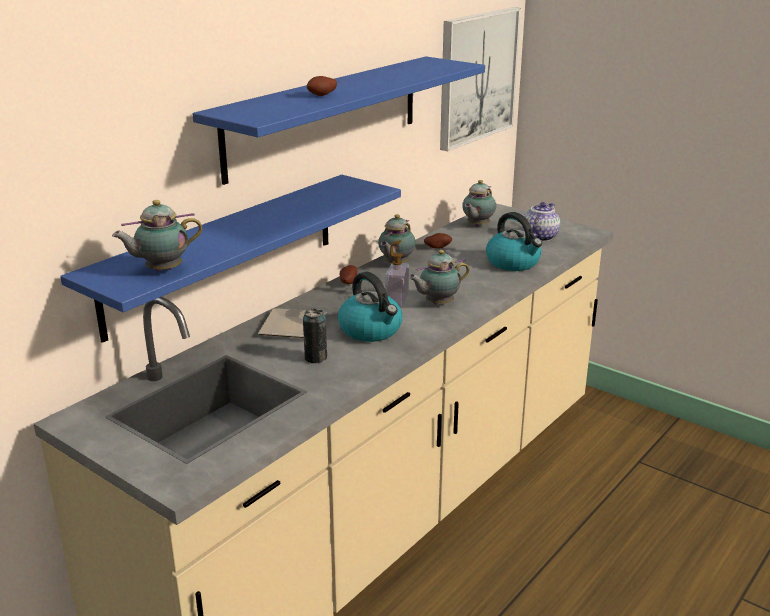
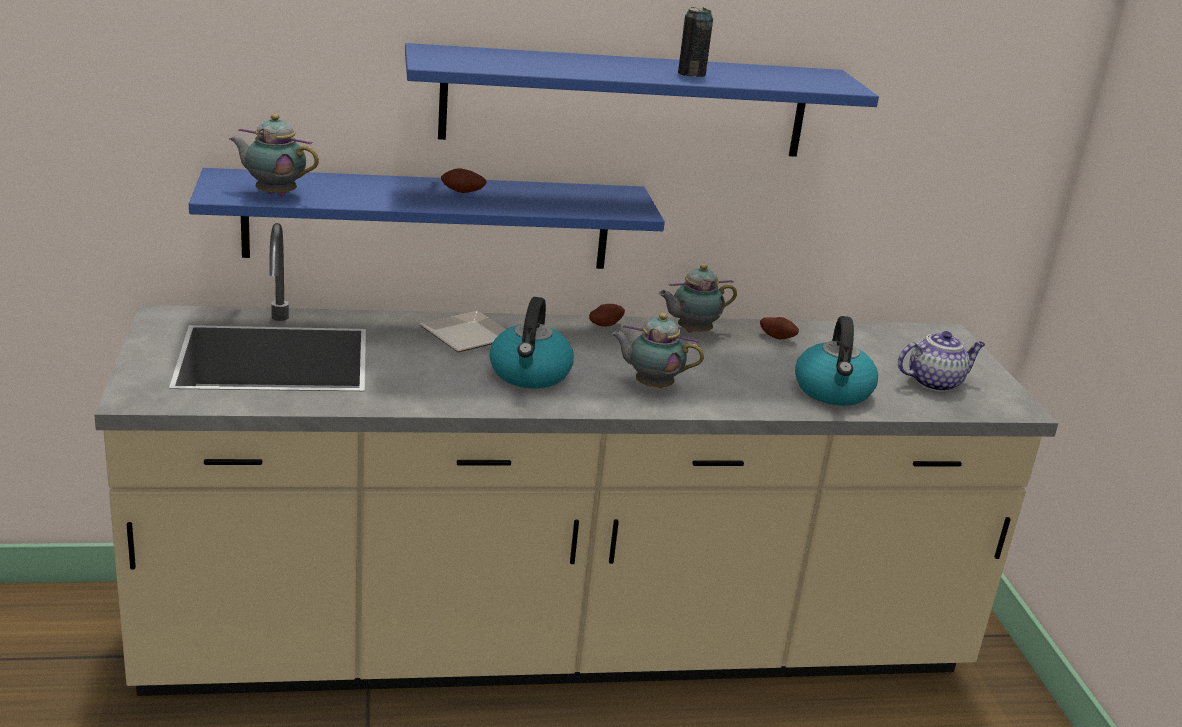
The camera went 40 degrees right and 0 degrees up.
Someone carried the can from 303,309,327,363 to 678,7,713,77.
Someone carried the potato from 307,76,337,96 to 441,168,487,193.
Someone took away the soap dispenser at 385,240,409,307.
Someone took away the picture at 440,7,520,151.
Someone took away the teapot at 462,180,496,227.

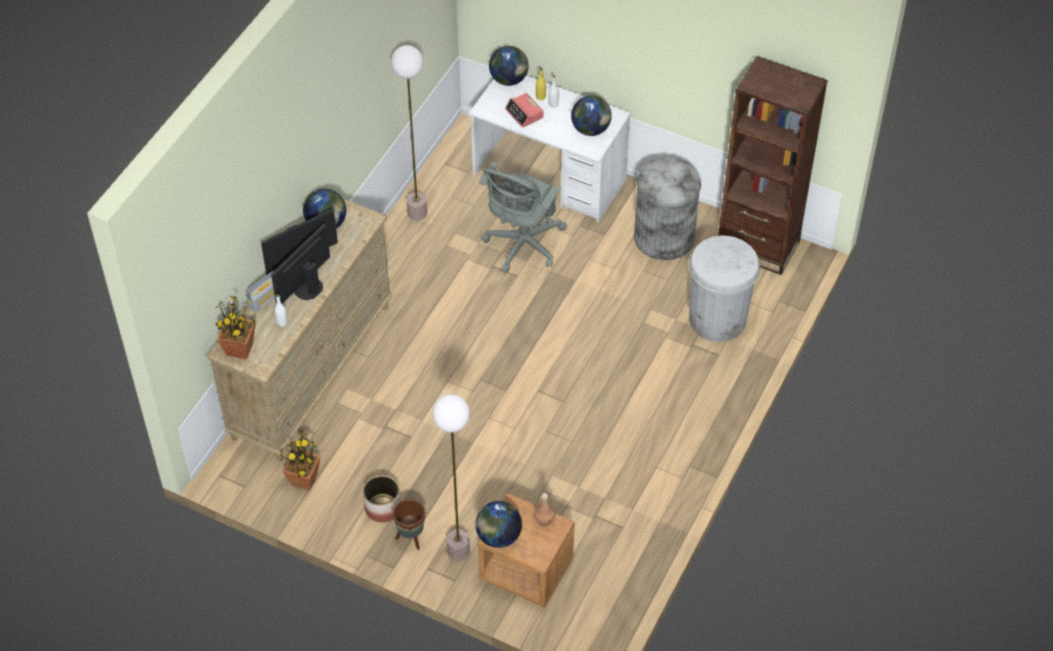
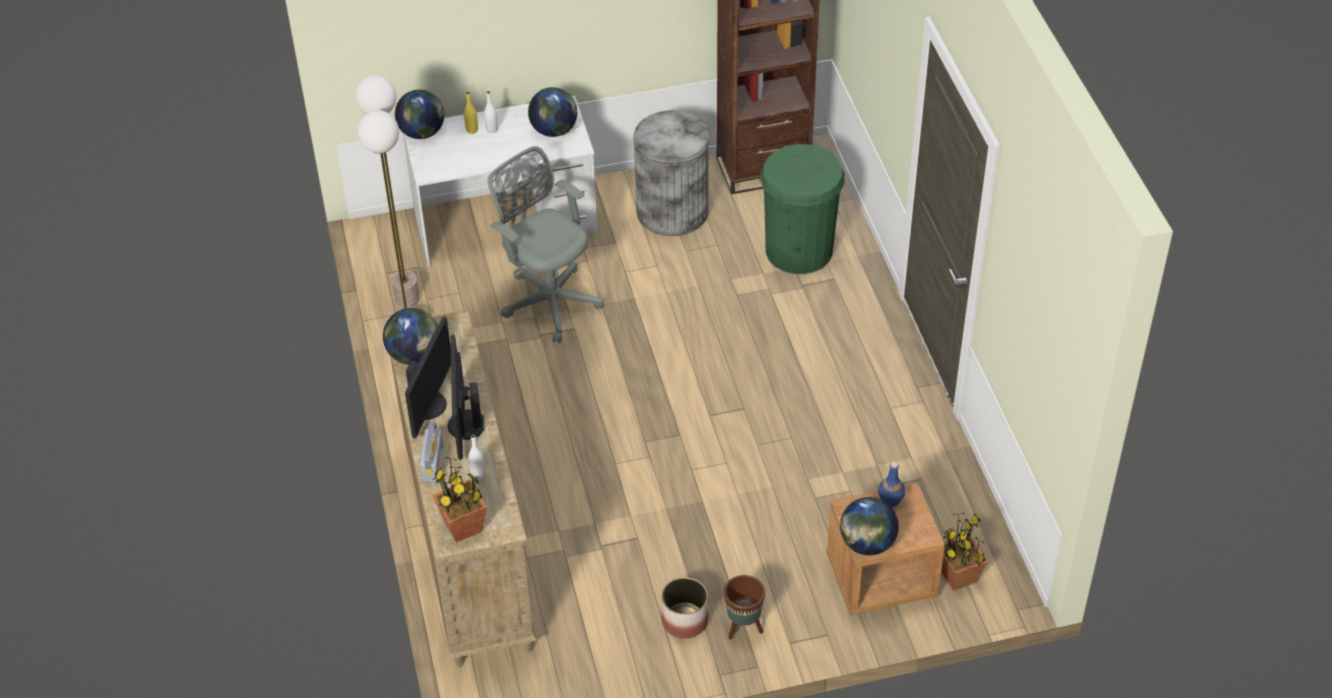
The camera went 40 degrees left and 5 degrees down.
Someone carried the potted plant from 280,431,321,491 to 941,513,988,591.
Someone carried the floor lamp from 433,394,470,561 to 355,75,420,307.
Someone rotated the grey office chair at 479,162,567,273 by 150 degrees clockwise.
Someone took away the alarm clock at 505,93,543,128.
Someone repainted the brown bottle at 534,493,555,526, which became the blue bottle at 878,462,905,507.
Someone repainted the white trash can at 688,235,760,342, which became the green trash can at 760,144,845,274.

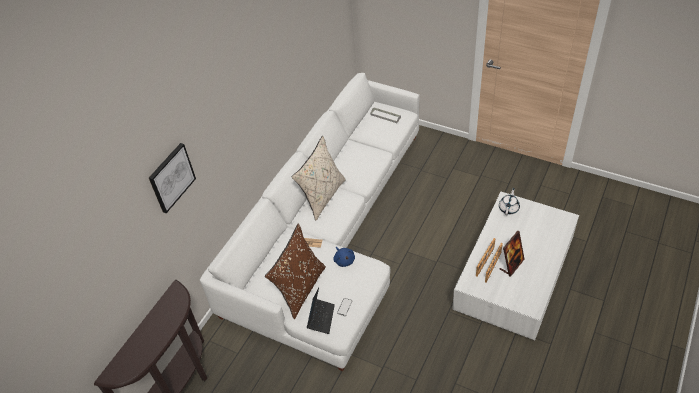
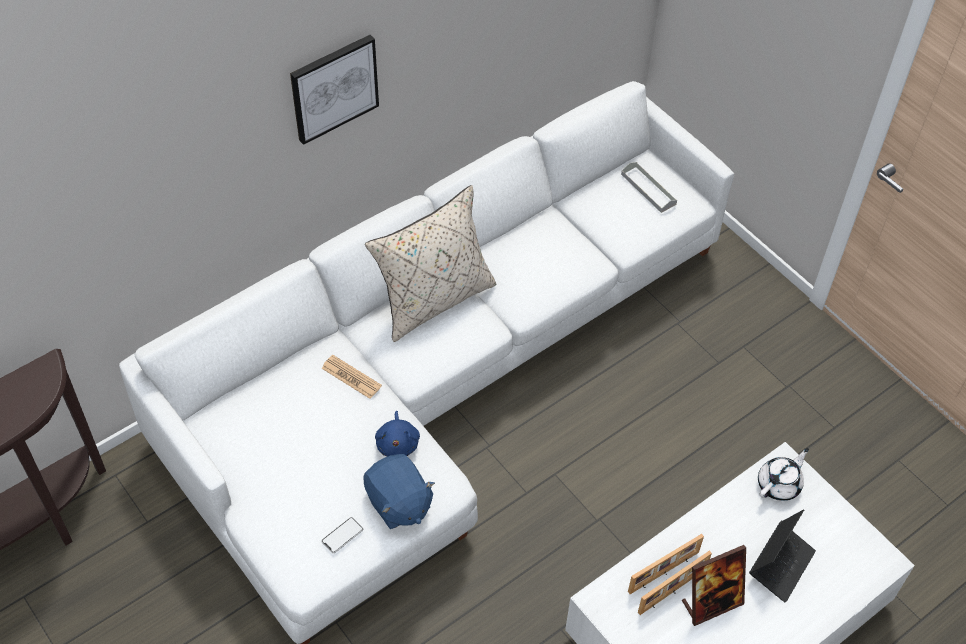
The camera went 20 degrees right and 5 degrees up.
Someone carried the picture from 149,143,196,213 to 290,35,379,145.
Someone took away the brown pillow at 265,224,326,319.
Someone carried the laptop from 307,288,335,334 to 749,509,816,603.
Someone put down the blue plush toy at 363,454,435,529.

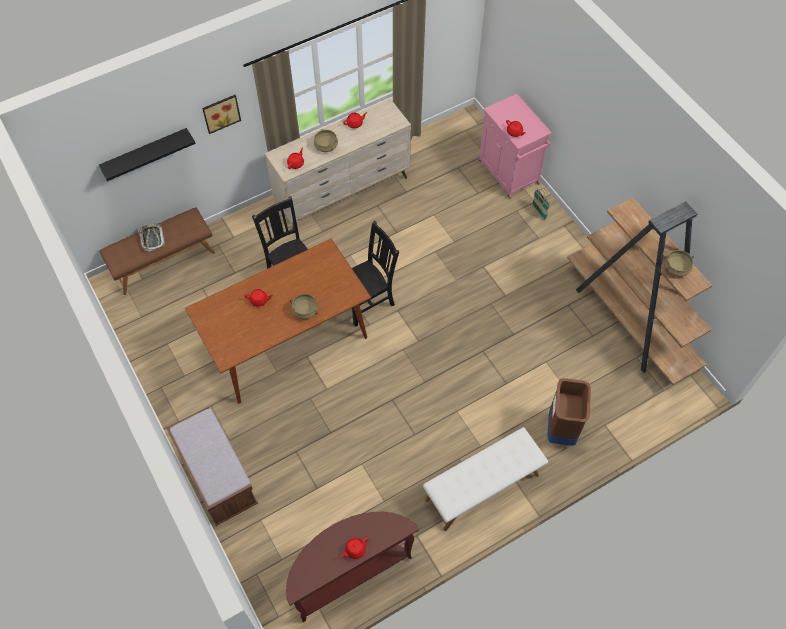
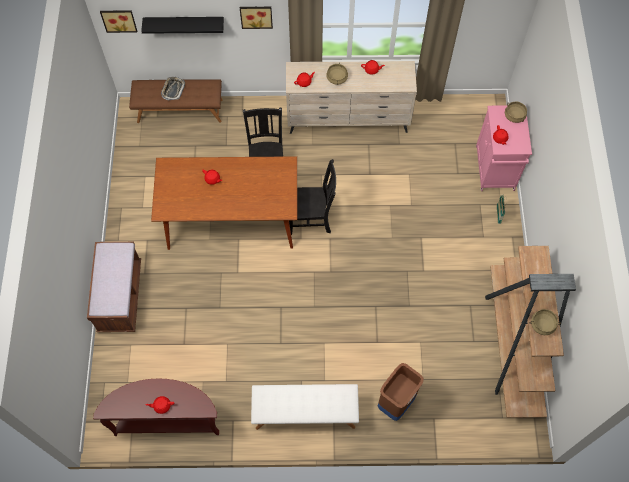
The camera went 30 degrees right and 5 degrees up.
Someone carried the beige cooking pot from 290,294,318,319 to 505,101,527,123.
Someone put up the picture at 100,10,137,33.

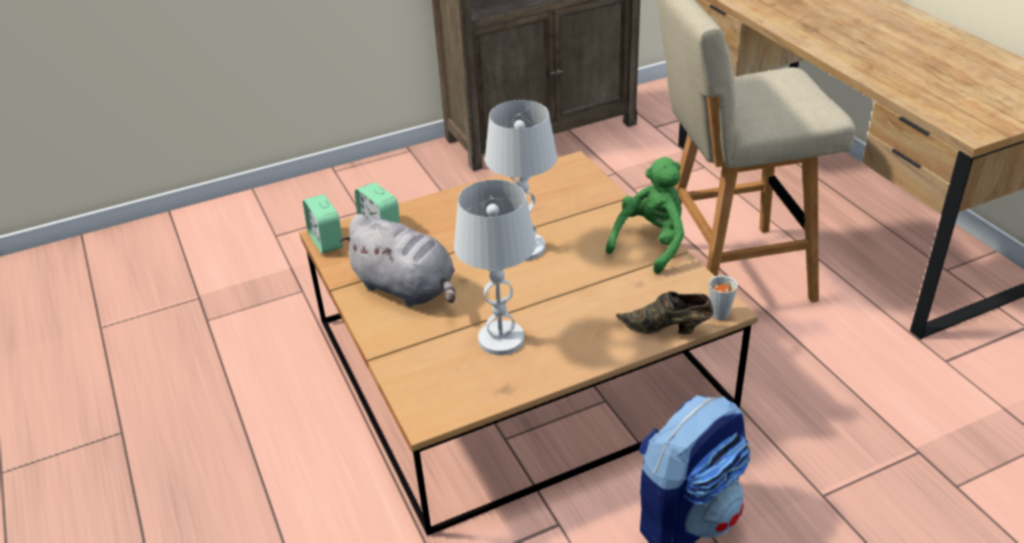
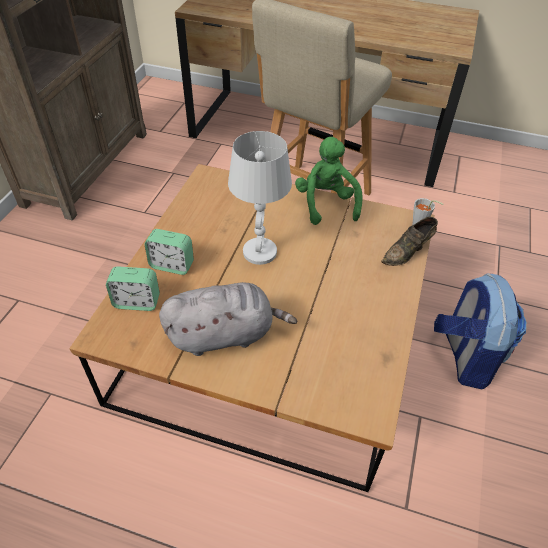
The camera went 50 degrees left and 10 degrees up.
Someone carried the alarm clock from 303,194,343,253 to 144,229,194,275.
Someone took away the white table lamp at 454,180,536,355.

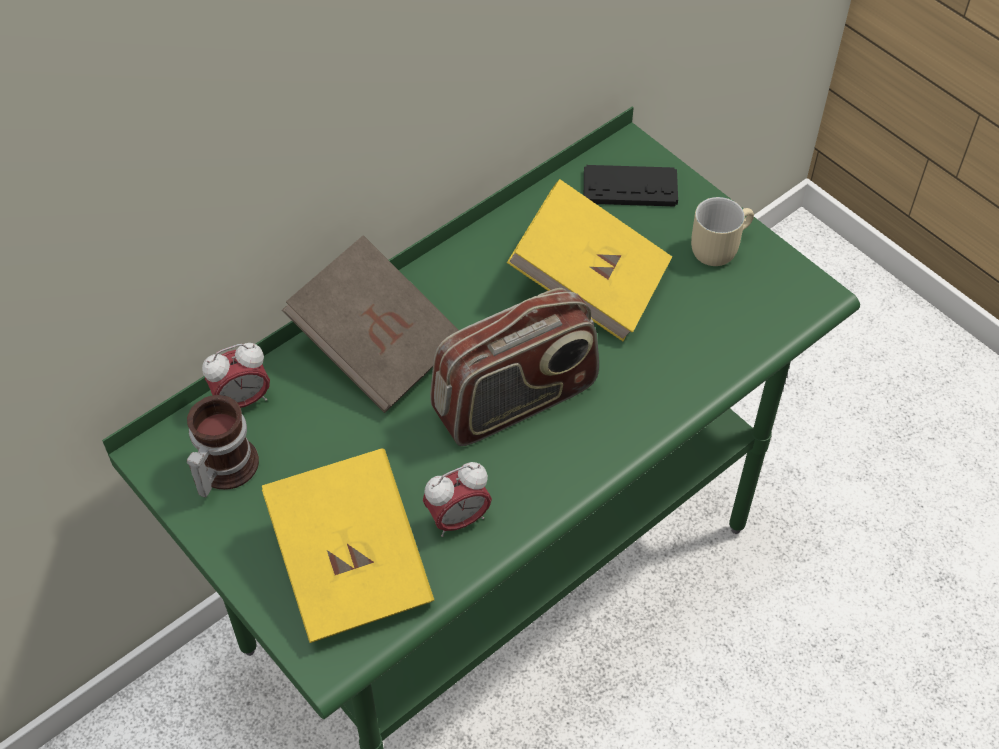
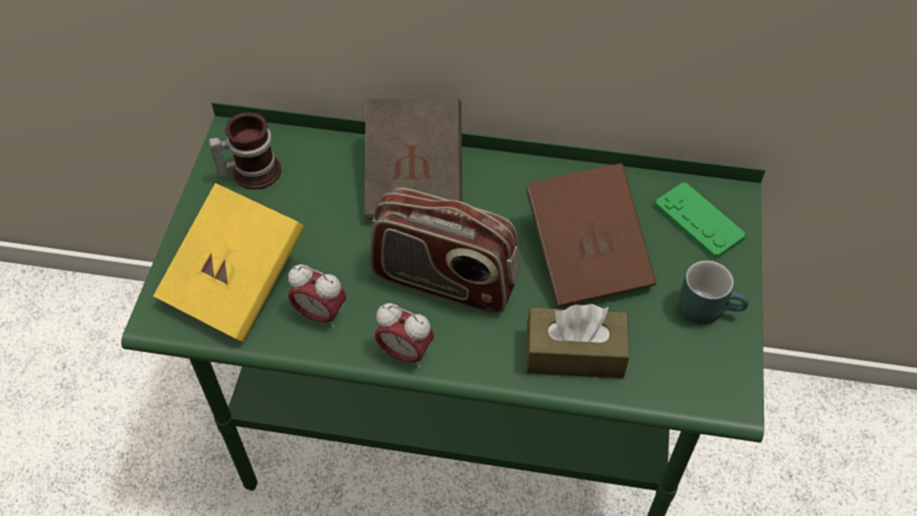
The camera went 50 degrees right and 0 degrees up.
Someone carried the alarm clock from 202,343,270,408 to 375,303,434,368.
Someone repainted the yellow book at 507,179,672,341, which became the brown book at 526,163,656,308.
Someone repainted the black game controller at 584,165,678,207, which became the green game controller at 655,183,746,259.
Someone repainted the beige mug at 691,197,754,266, which became the turquoise mug at 679,260,749,325.
Someone put down the brown tissue box at 526,304,630,378.

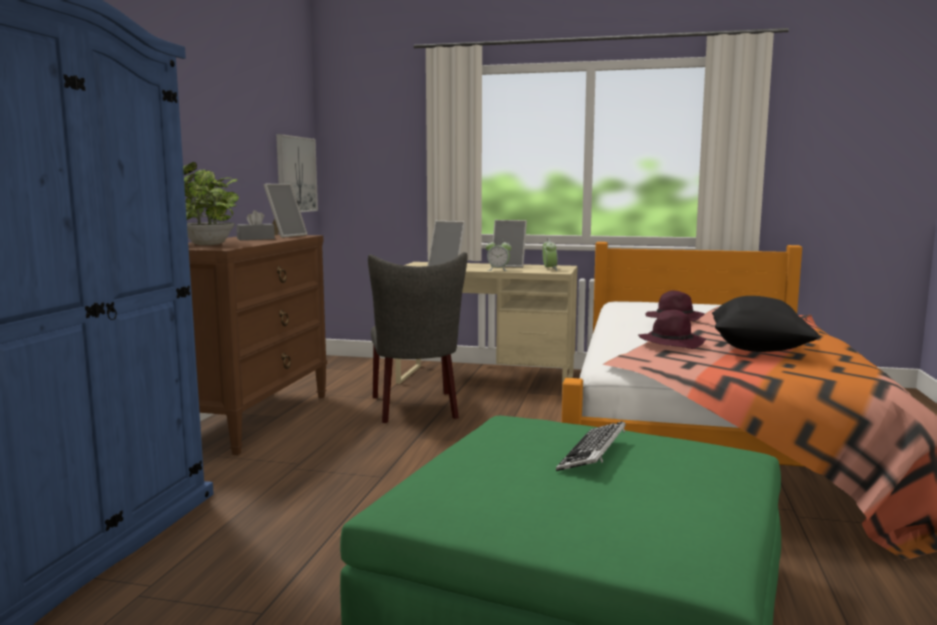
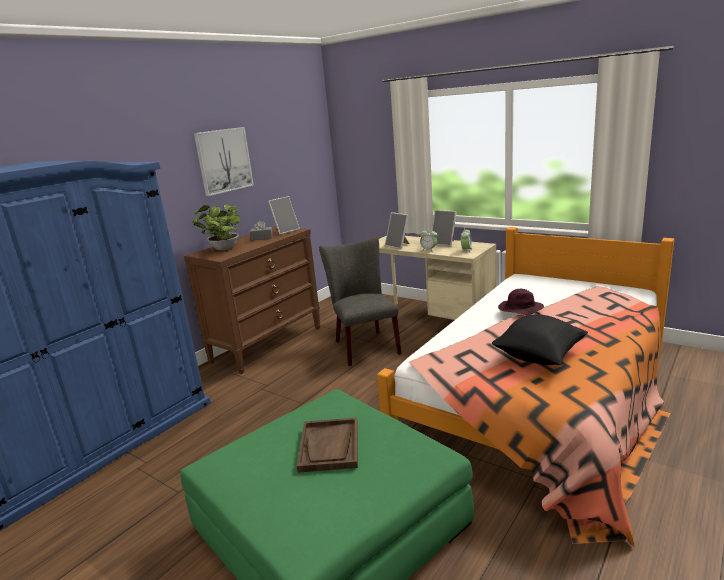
The camera went 25 degrees right and 10 degrees up.
Someone carried the picture from 276,134,318,212 to 194,127,254,196.
Someone rotated the grey chair at 368,252,467,423 by 150 degrees clockwise.
Someone swapped the keyboard at 556,421,626,471 for the brown tray at 297,418,358,473.
Someone took away the purple hat at 638,310,706,349.

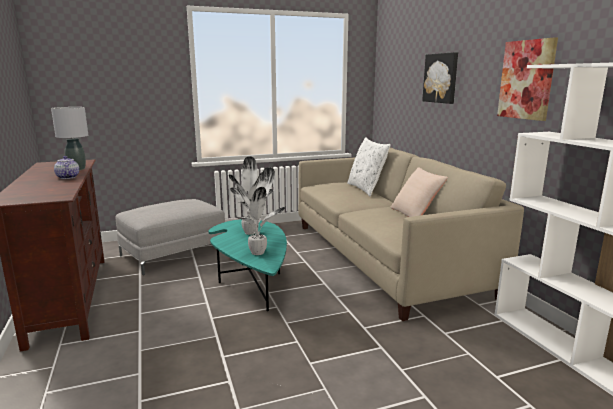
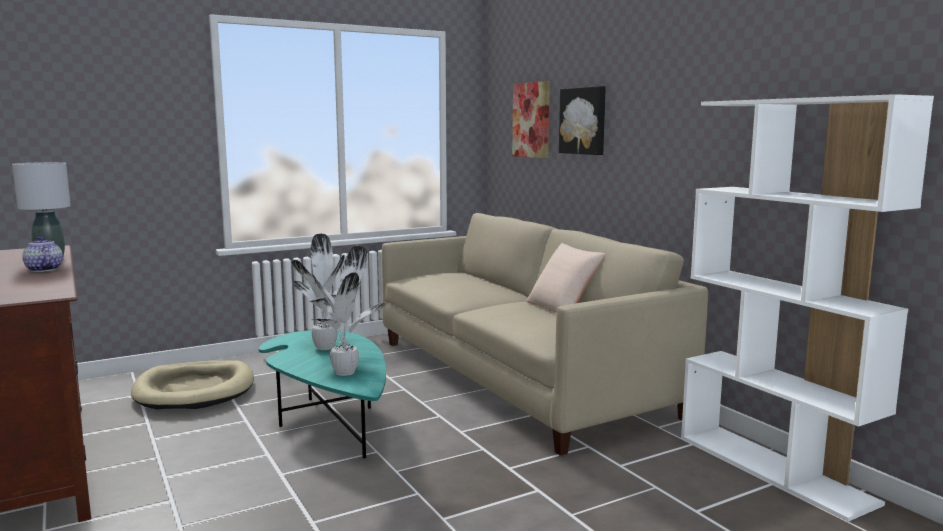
The camera went 10 degrees left and 5 degrees down.
Someone swapped the grey ottoman at 115,199,225,275 for the beige dog bed at 131,360,254,410.
Someone took away the white pillow at 347,137,391,196.
Someone carried the picture from 497,37,558,121 to 512,81,550,158.

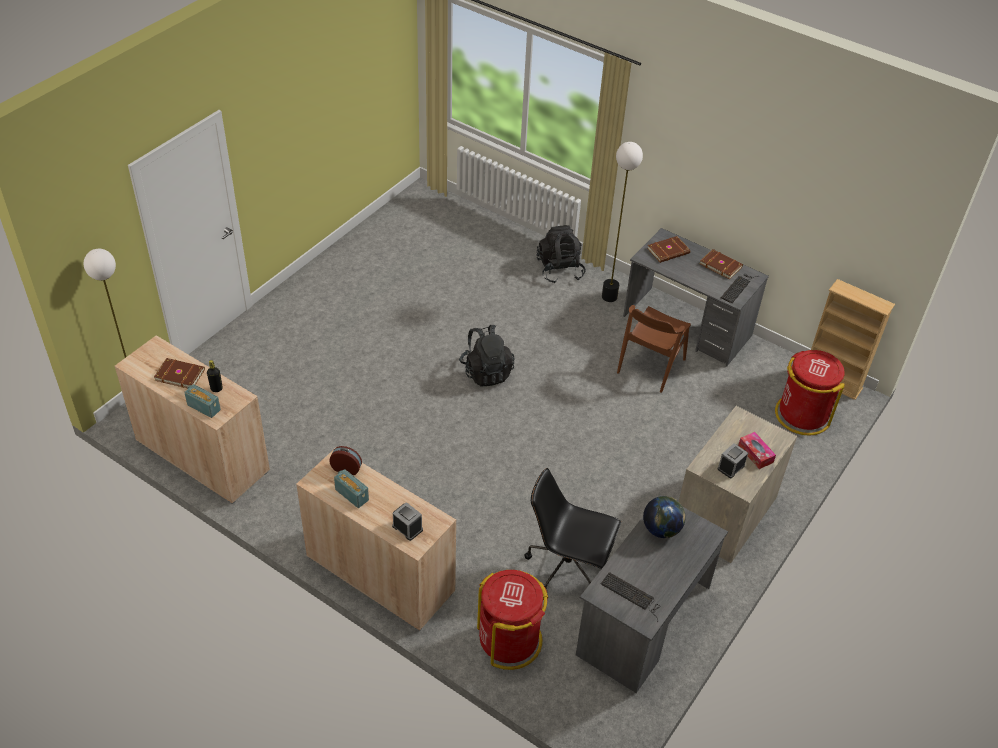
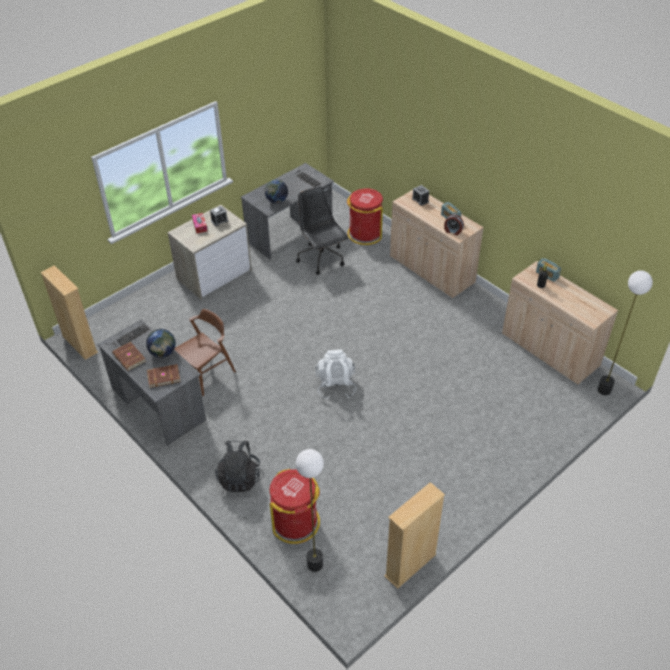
The camera went 165 degrees left and 0 degrees up.
Someone took away the brown book at 154,358,205,388.
Someone repainted the black backpack at 459,325,515,386, which became the white backpack at 315,349,357,399.
Someone rotated the black office chair at 524,468,621,588 by 150 degrees counterclockwise.
Someone carried the floor lamp from 602,142,643,302 to 296,449,324,572.
Someone carried the red trash can from 775,350,845,435 to 269,469,320,544.
Someone put down the globe at 146,329,176,358.
Someone put down the beige bookcase at 385,482,445,589.

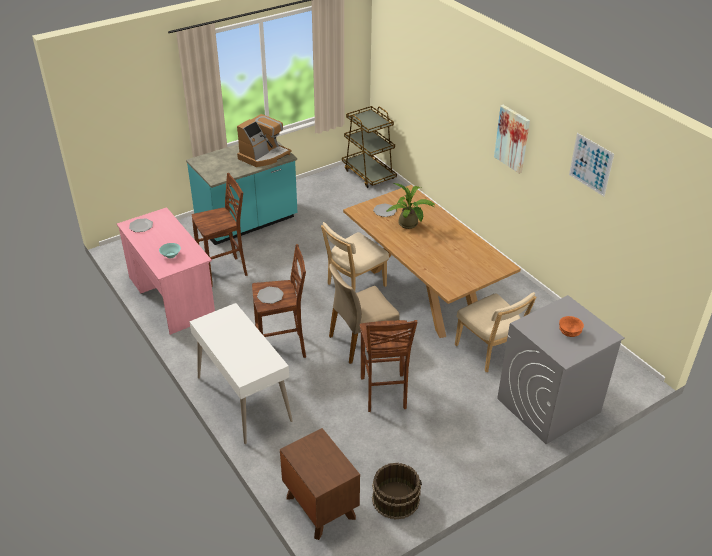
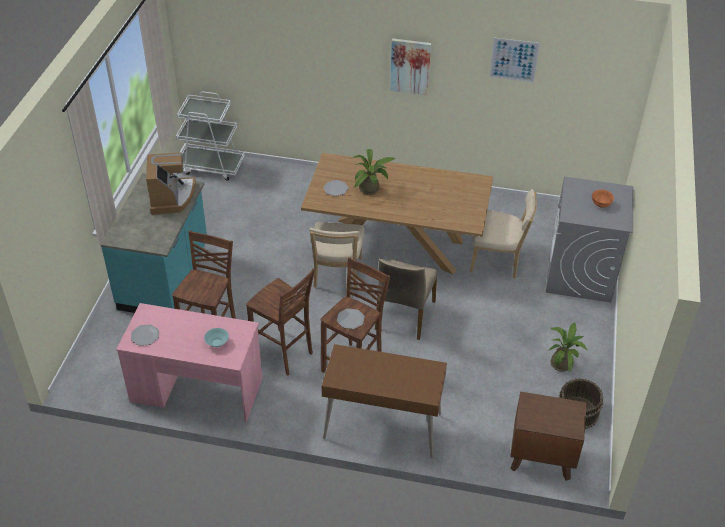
The camera went 45 degrees left and 5 degrees up.
Someone repainted the white desk at 189,303,293,444, which became the brown desk at 321,344,447,458.
Someone repainted the brown cart at 342,106,397,188, which became the white cart at 176,91,245,181.
Someone carried the brown stool from 360,320,418,412 to 246,268,315,376.
Someone put down the potted plant at 549,322,587,372.

